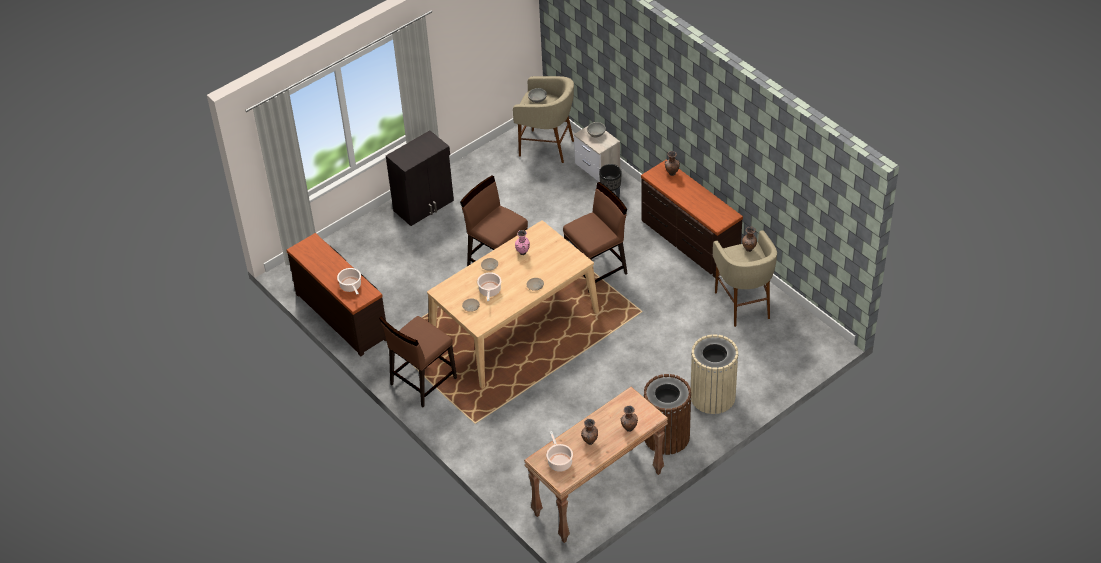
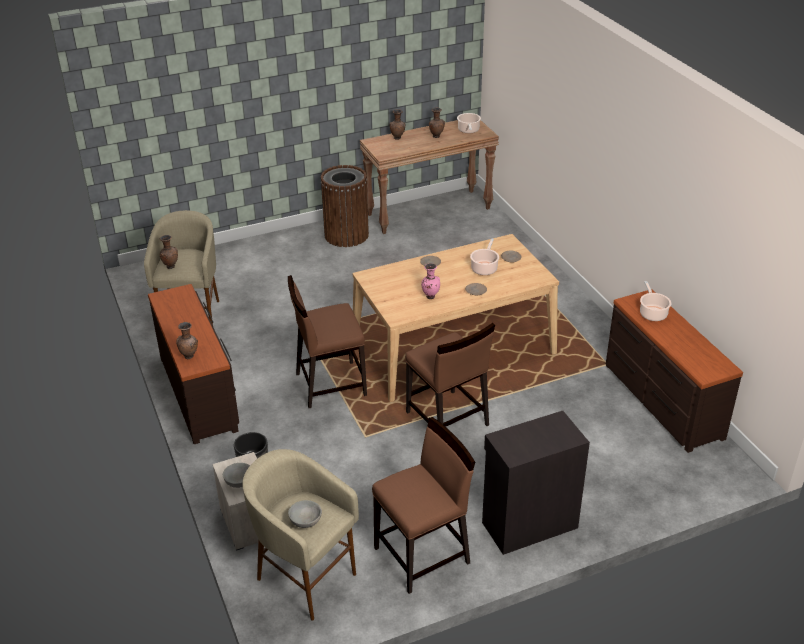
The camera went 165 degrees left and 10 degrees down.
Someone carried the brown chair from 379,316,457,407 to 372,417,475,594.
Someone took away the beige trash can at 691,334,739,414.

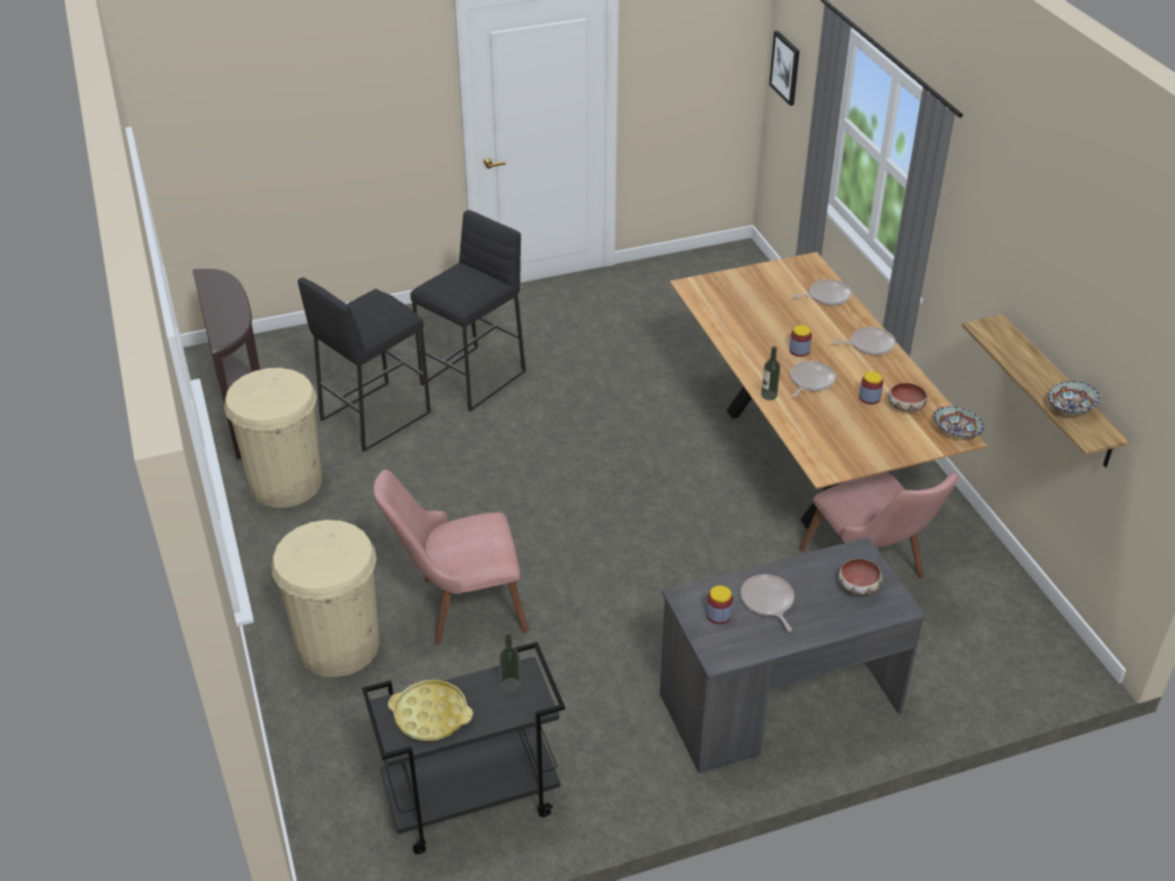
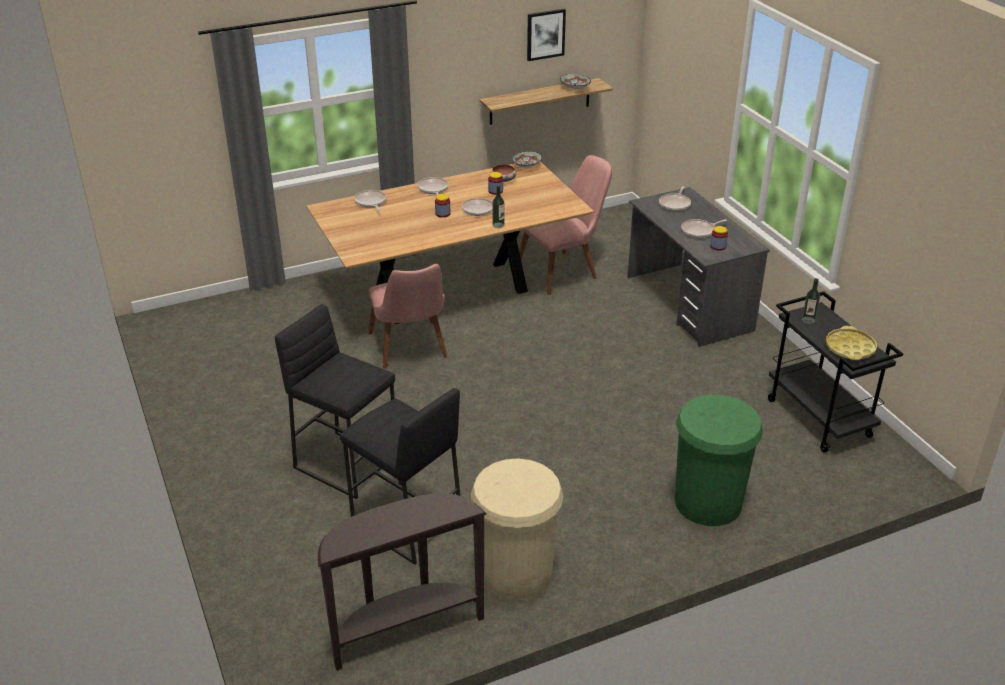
The camera went 95 degrees left and 5 degrees down.
Someone repainted the beige trash can at 271,520,379,677, which became the green trash can at 675,395,763,526.
Someone carried the pink chair from 373,470,528,645 to 368,264,448,369.
Someone carried the picture from 769,31,800,106 to 527,9,566,61.
Someone swapped the bowl at 839,559,882,596 for the frying pan at 659,186,691,211.

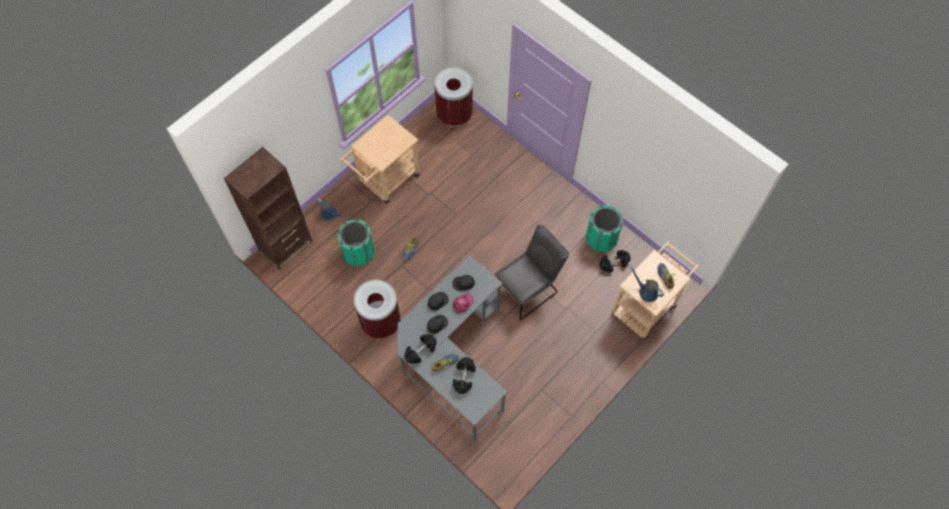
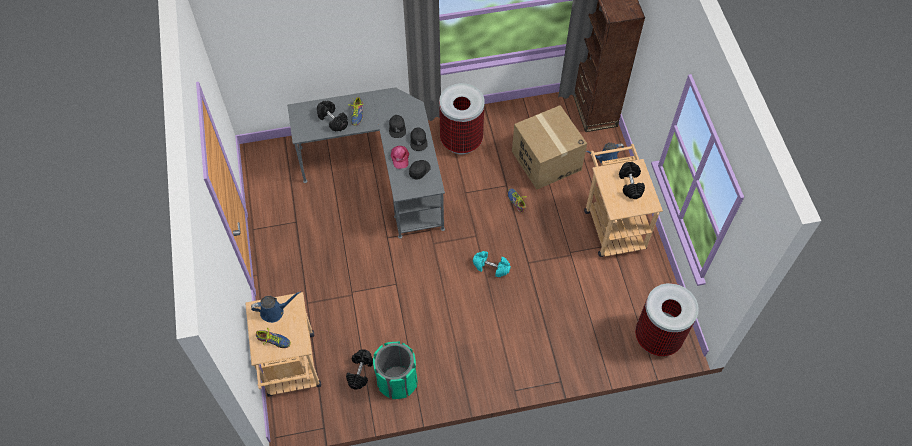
The camera went 125 degrees right and 5 degrees down.
Someone swapped the green trash can at 337,219,375,266 for the cardboard box at 512,105,587,190.
Someone carried the black dumbbell from 404,334,437,364 to 619,162,645,199.
Someone took away the grey chair at 495,225,569,320.
Someone put down the turquoise dumbbell at 473,251,511,277.

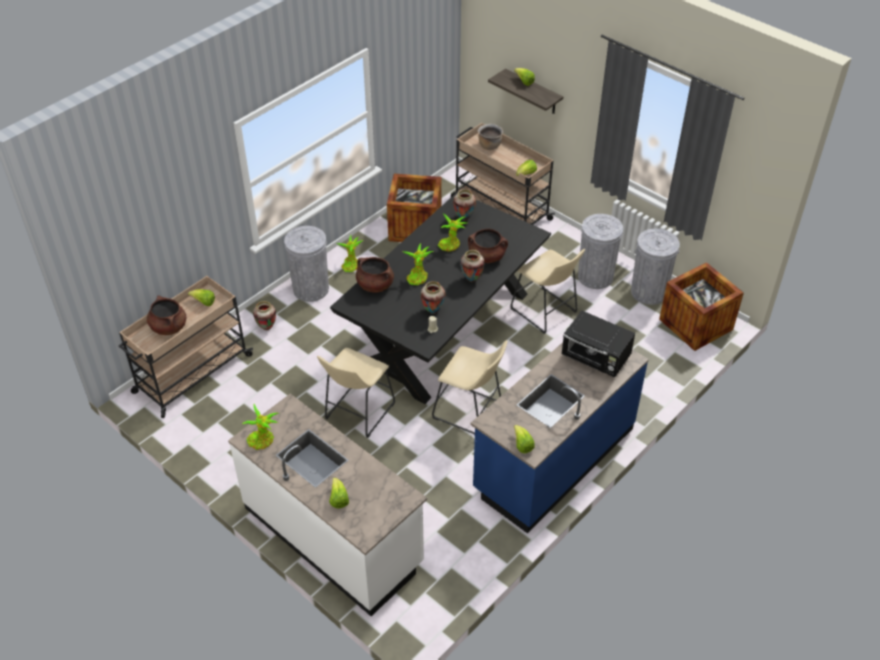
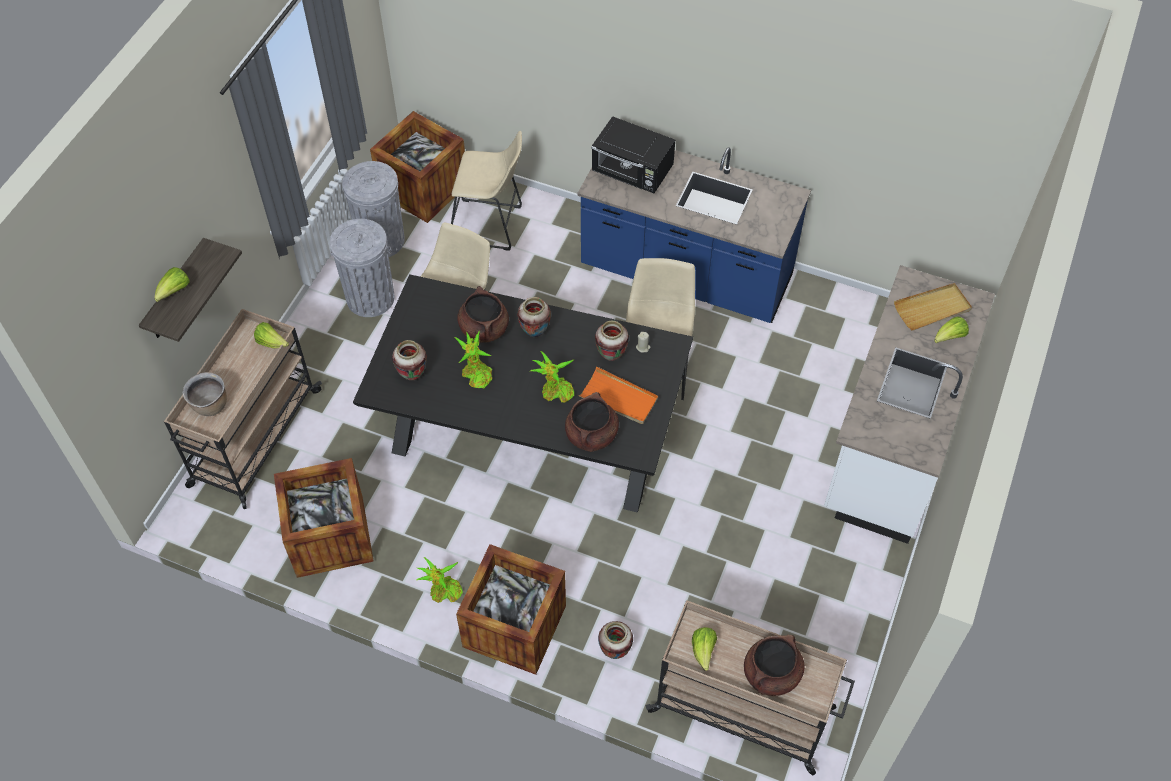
The camera went 110 degrees left and 10 degrees up.
Someone took away the potted plant at 242,404,278,450.
Someone swapped the grey trash can at 284,226,329,302 for the crate at 456,544,566,675.
Someone carried the beige stool from 317,348,395,438 to 451,131,522,251.
Someone took away the lettuce at 514,425,535,453.
Someone rotated the black microwave at 562,311,635,377 by 105 degrees clockwise.
Someone put down the orange tray at 578,366,658,424.
Someone put down the beige tray at 894,283,972,331.

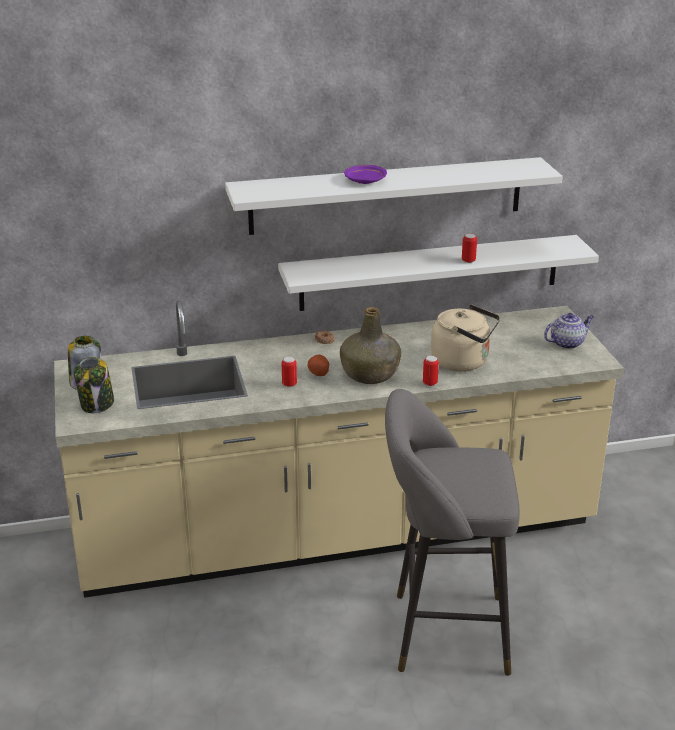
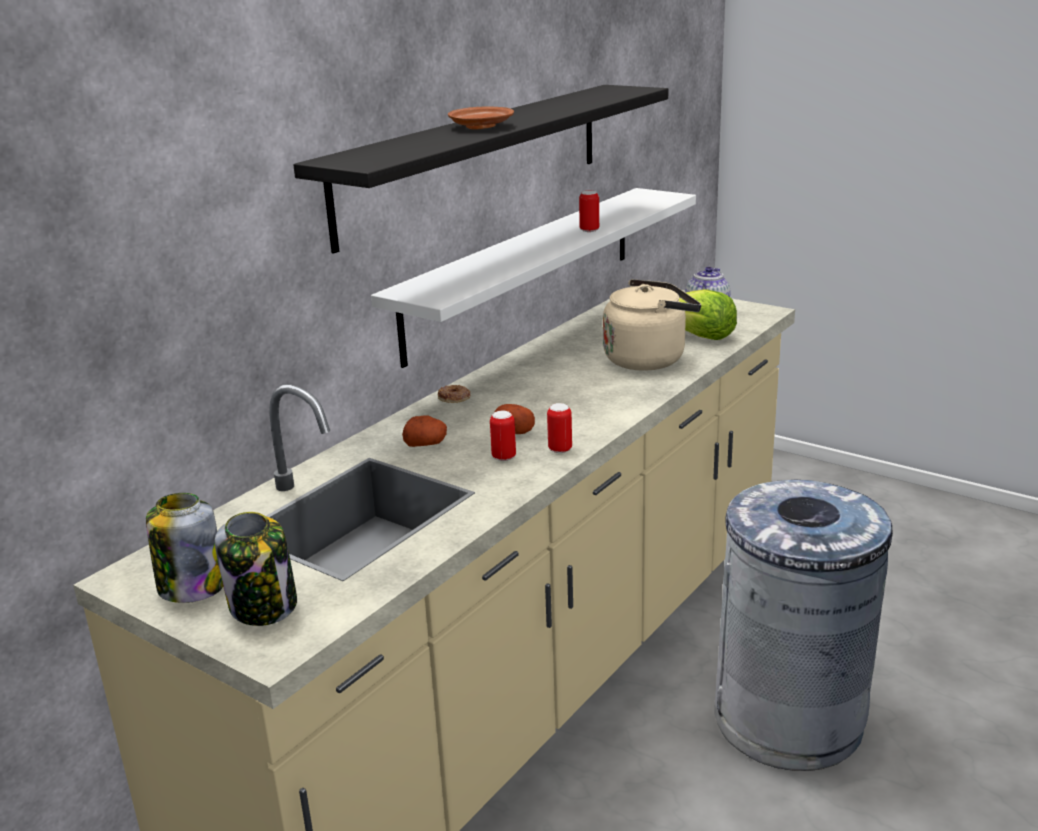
The camera went 40 degrees left and 5 degrees down.
Someone repainted the white shelf at 225,157,563,235, which became the black shelf at 293,85,668,254.
Someone took away the green bottle at 340,307,401,384.
Someone repainted the purple plate at 344,165,387,184, which became the brown plate at 448,106,514,130.
Someone swapped the grey stool at 385,389,520,676 for the grey trash can at 714,479,893,771.
Someone carried the can from 423,356,439,386 to 547,403,572,453.
Someone put down the potato at 402,415,447,447.
Someone put down the lettuce at 678,289,737,340.

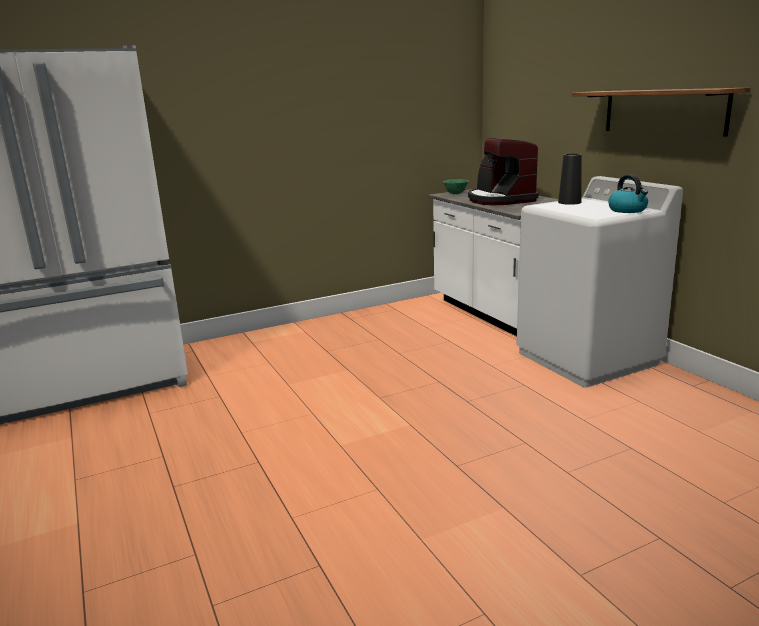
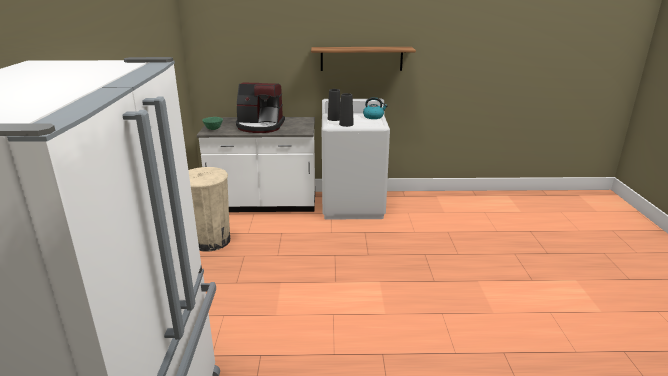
The camera went 65 degrees left and 5 degrees up.
Someone put down the beige trash can at 188,167,230,252.
Someone put down the black vase at 339,93,354,127.

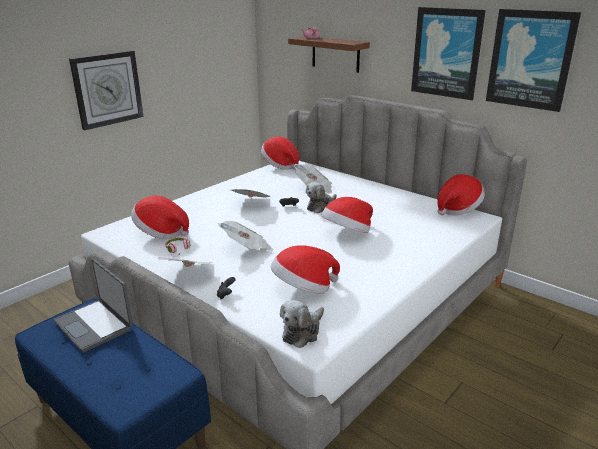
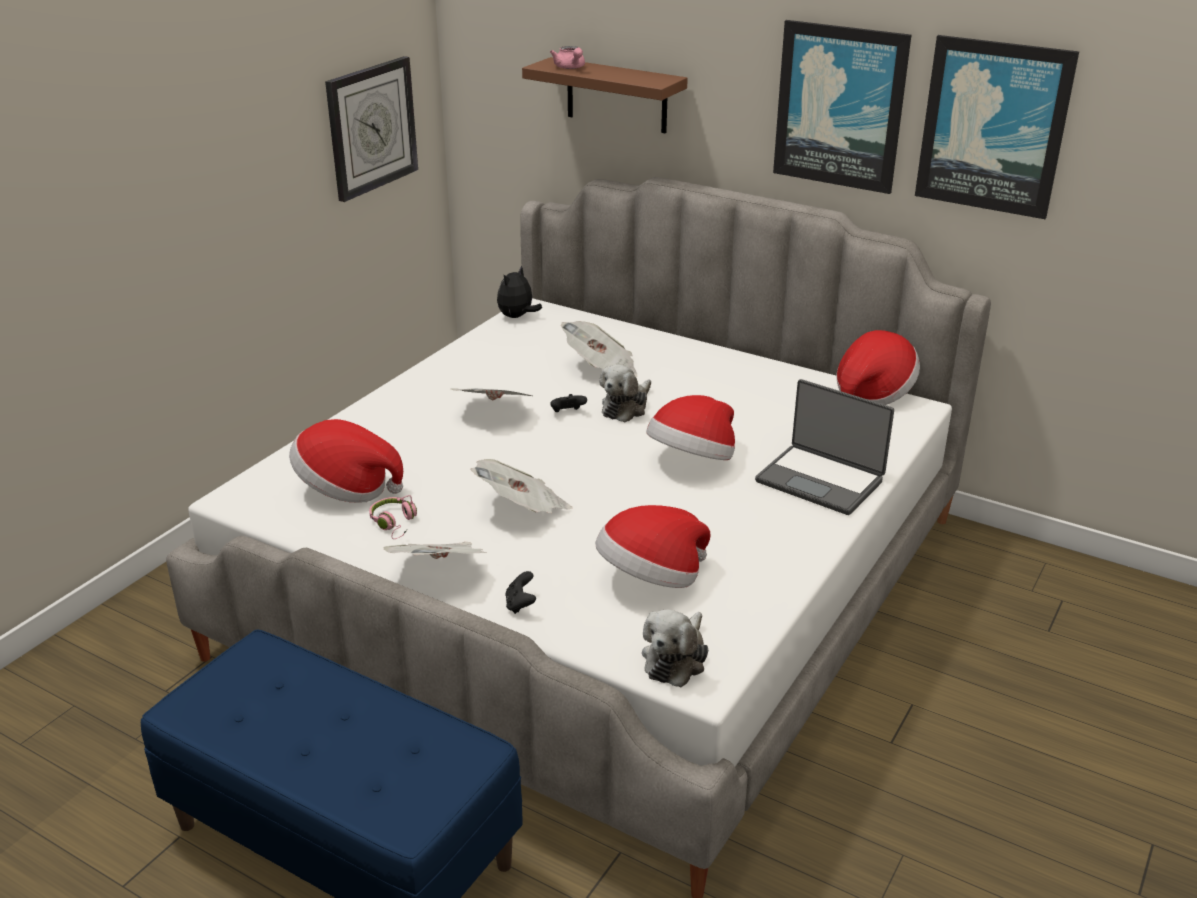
The camera went 10 degrees left and 5 degrees up.
Someone carried the laptop from 53,259,133,353 to 755,379,894,515.
Someone carried the wall clock from 69,51,144,130 to 325,56,418,202.
Someone swapped the hat at 261,137,299,170 for the plush toy at 497,265,542,318.

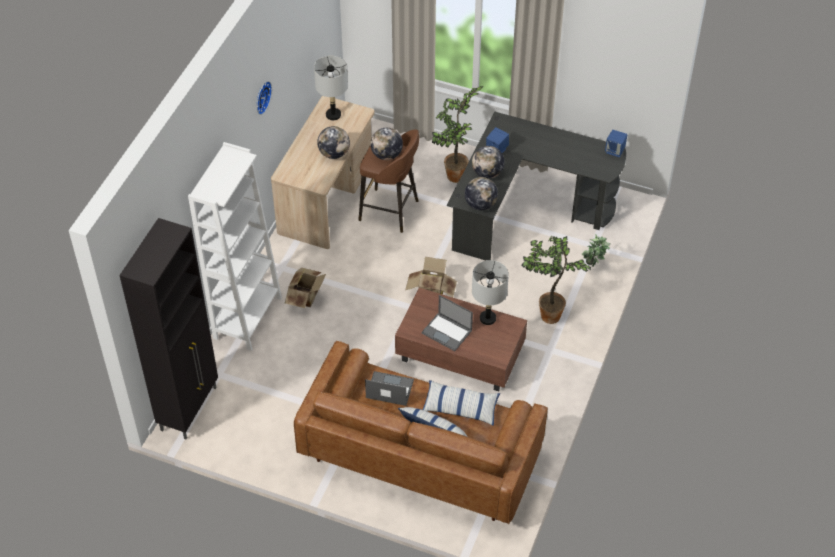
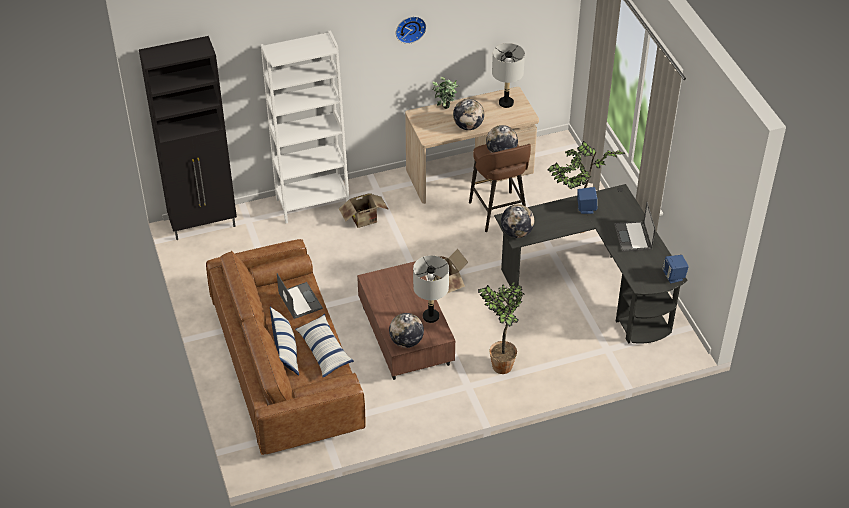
The camera went 50 degrees right and 5 degrees down.
Someone carried the laptop from 421,295,473,351 to 614,202,655,252.
Someone carried the globe from 472,146,504,179 to 389,313,424,348.
Someone carried the potted plant from 582,235,610,267 to 432,77,458,109.

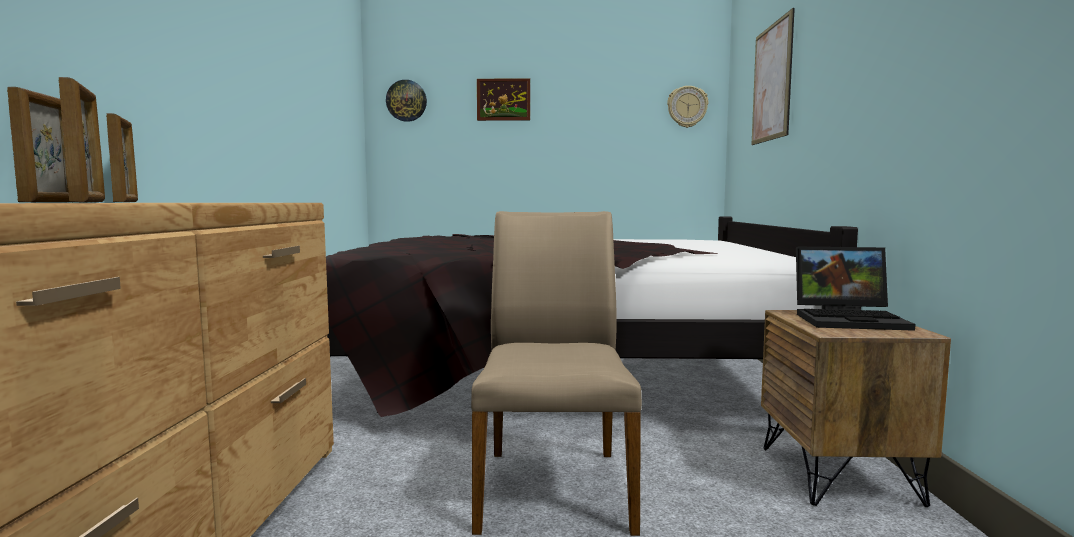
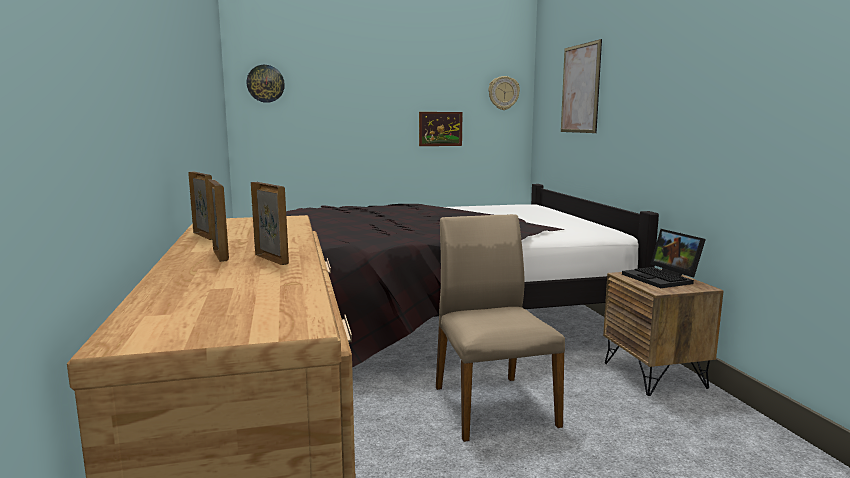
The camera went 15 degrees left and 5 degrees up.
Someone carried the picture from 477,78,530,121 to 419,112,462,146.
Someone rotated the laptop at 796,246,916,331 by 75 degrees clockwise.

